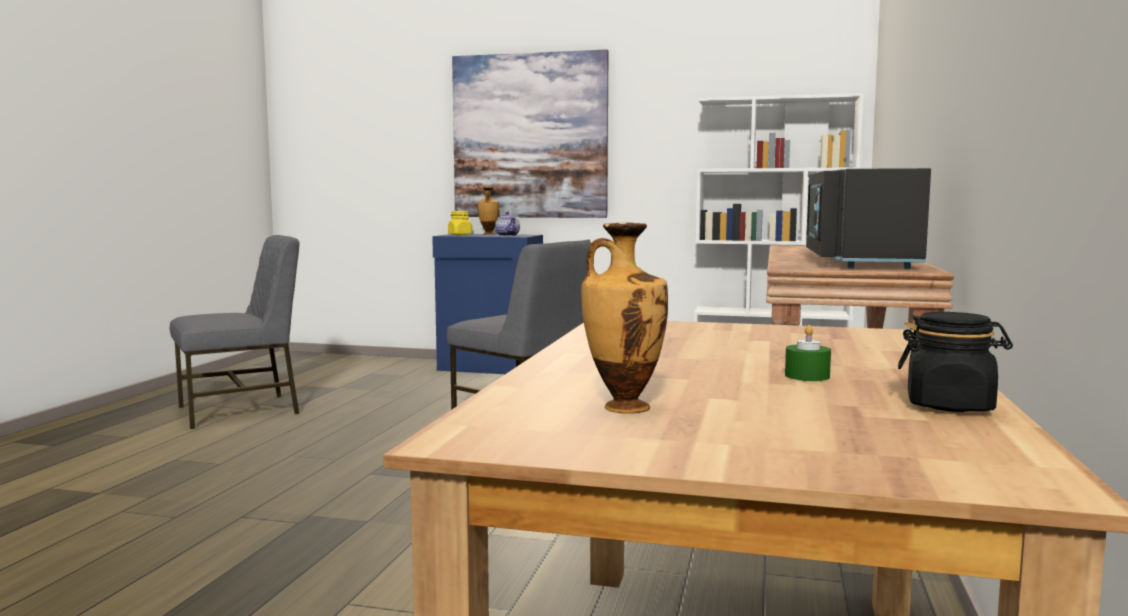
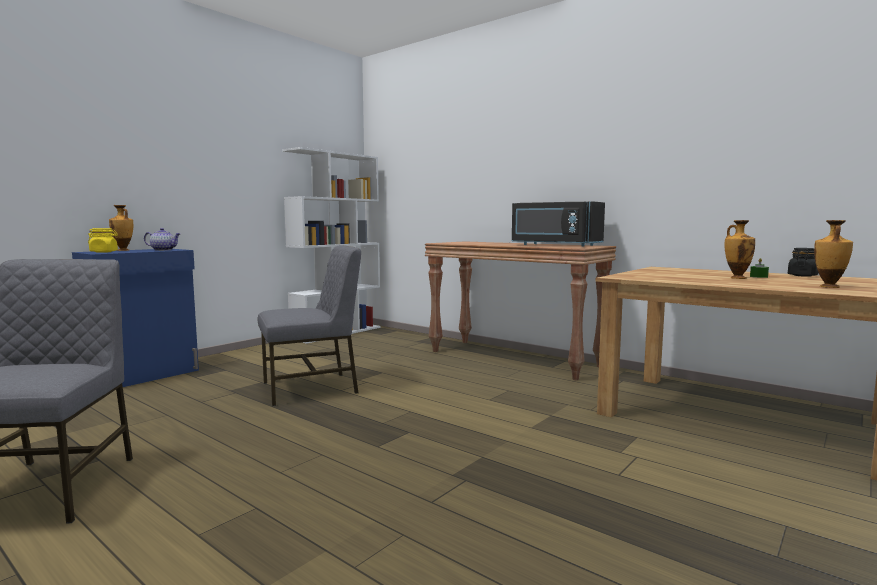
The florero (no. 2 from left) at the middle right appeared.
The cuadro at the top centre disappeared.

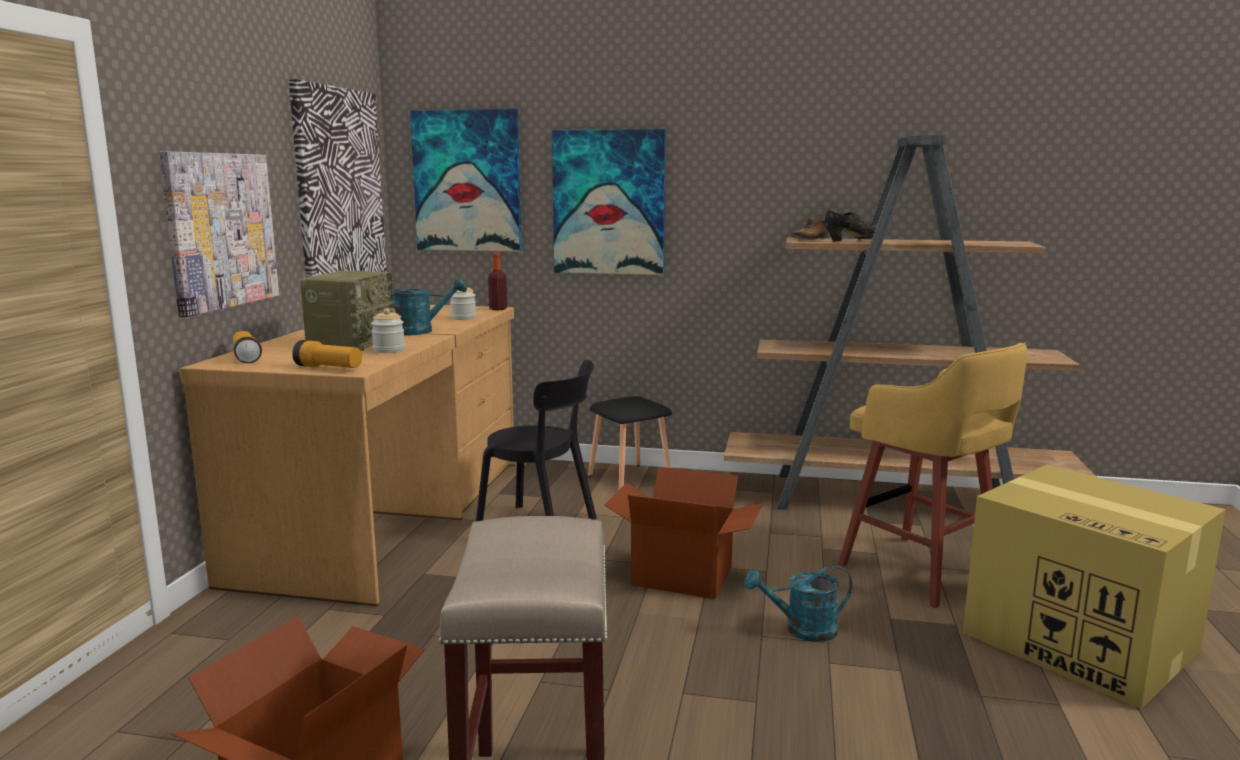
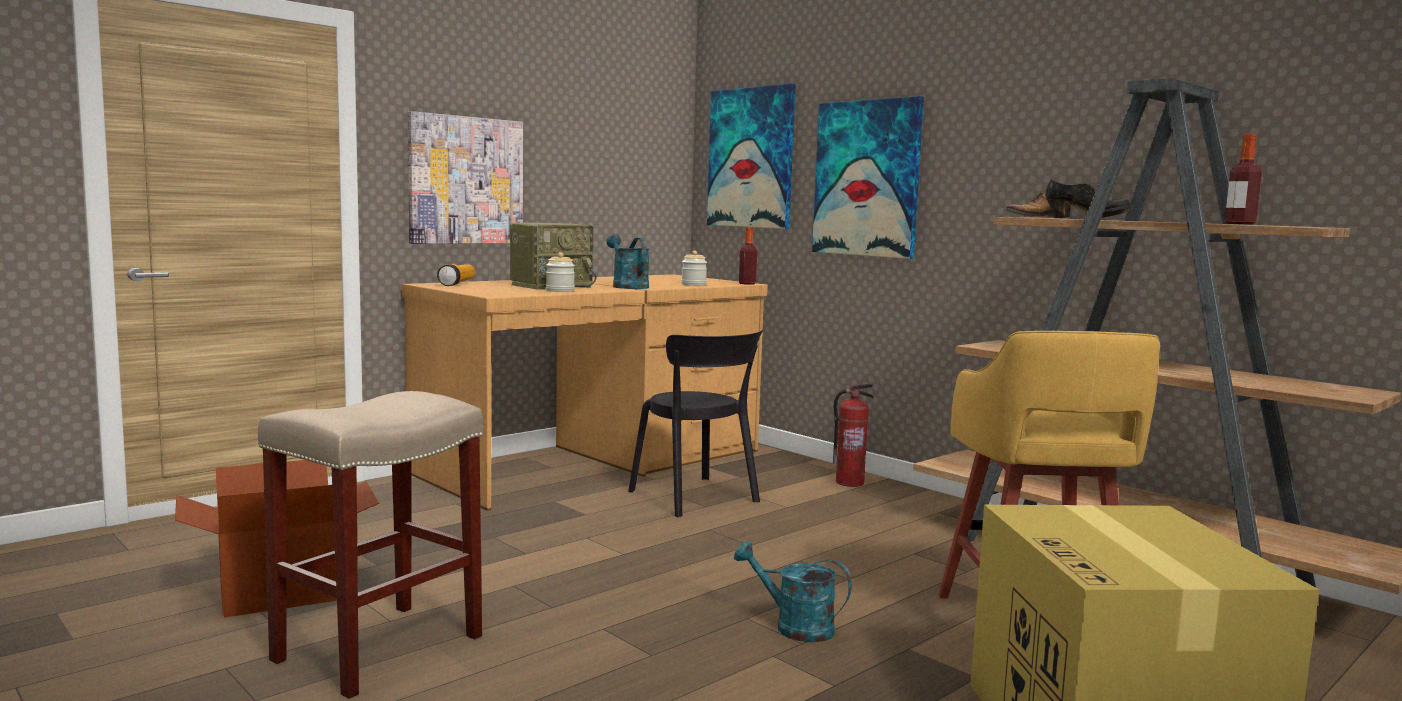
The regadera/turquesa (no. 1 from left) at the centre turned 135 degrees counterclockwise.
The taburete/negro at the centre was replaced by the extintor at the centre.
The botella (no. 2 from left) at the top right appeared.
The cuadro (no. 2 from left) at the top left disappeared.
The linterna (no. 2 from left) at the middle left disappeared.
The caja de cartón (no. 2 from left) at the bottom centre disappeared.

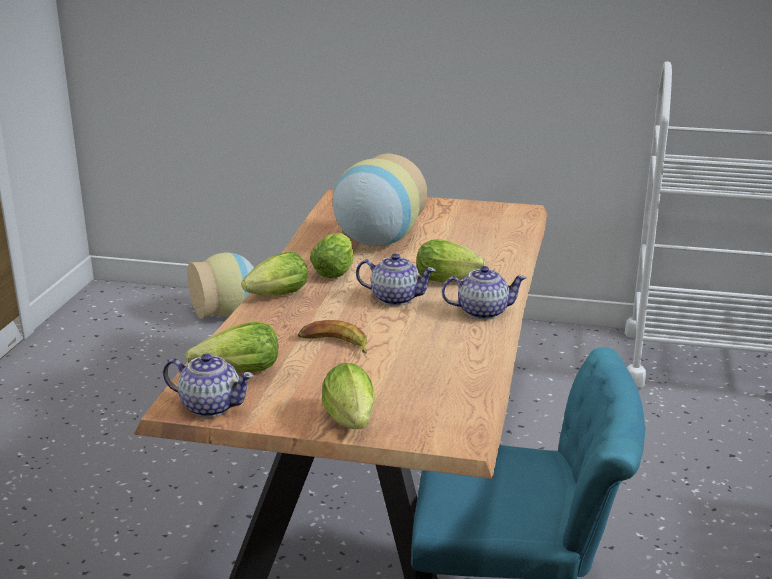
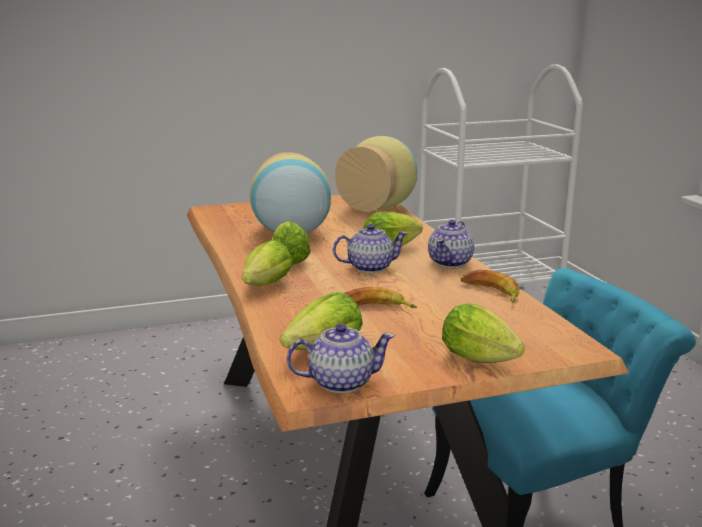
The florero (no. 1 from left in the first image) moved from the middle left to the top centre.
The tetera (no. 3 from left) at the centre turned 150 degrees clockwise.
The plátano (no. 2 from left) at the middle right appeared.

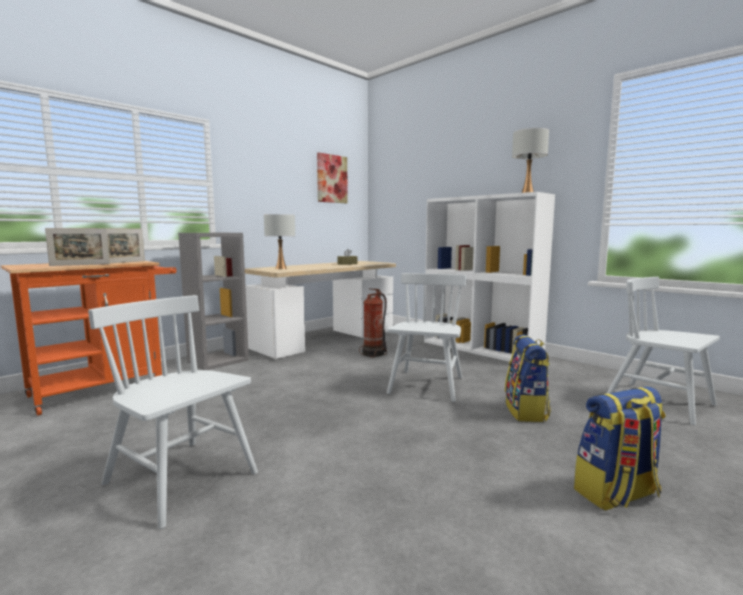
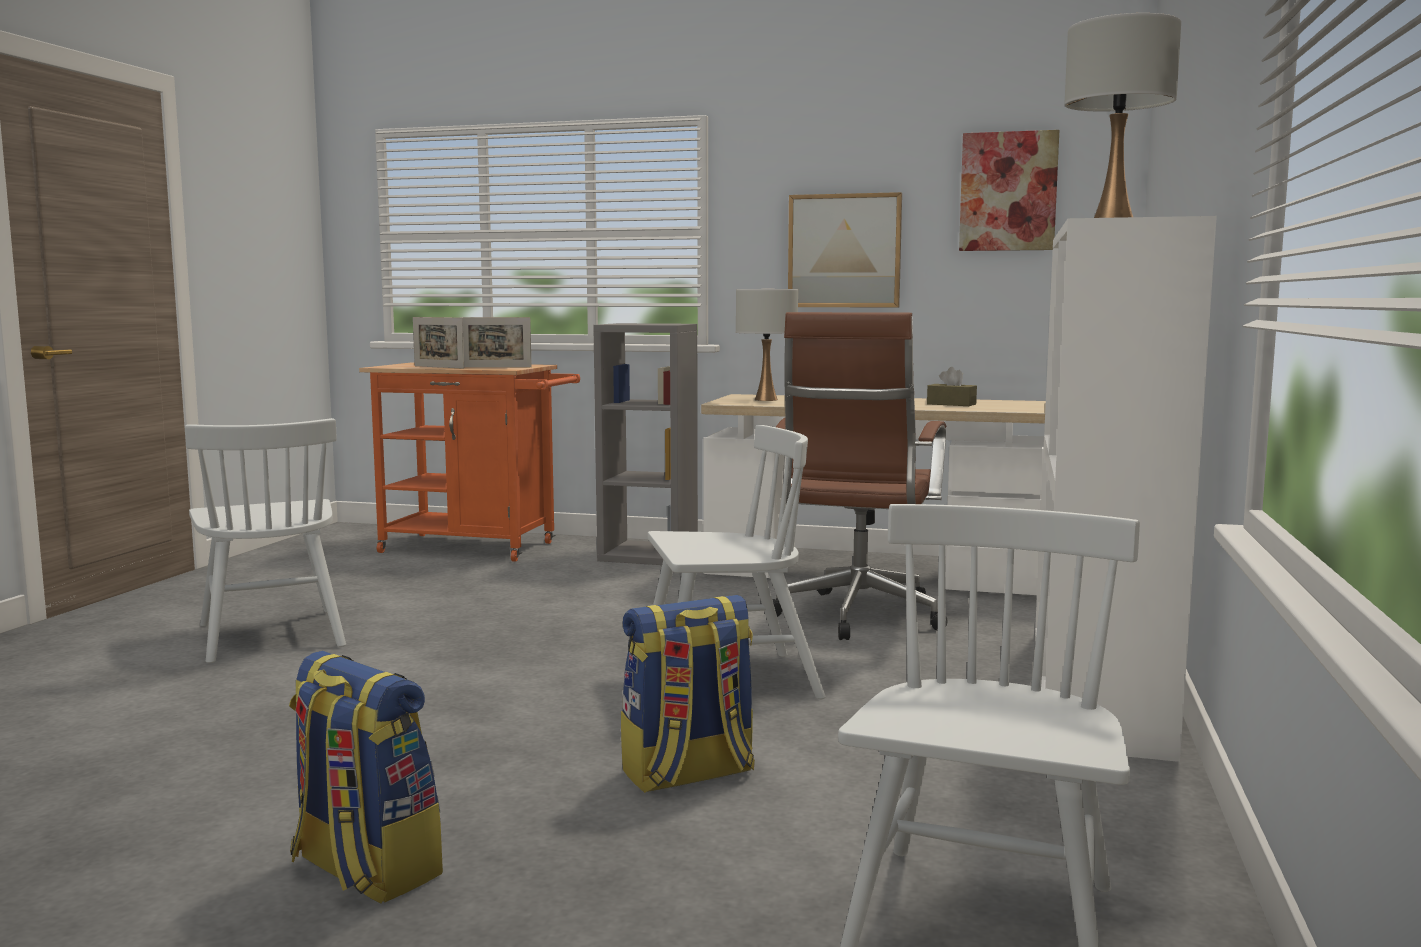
The silla/blanco (no. 1 from left) at the bottom left turned 150 degrees clockwise.
The extintor at the centre was replaced by the silla de oficina/marrón at the centre.
The cuadro (no. 1 from left) at the top centre appeared.

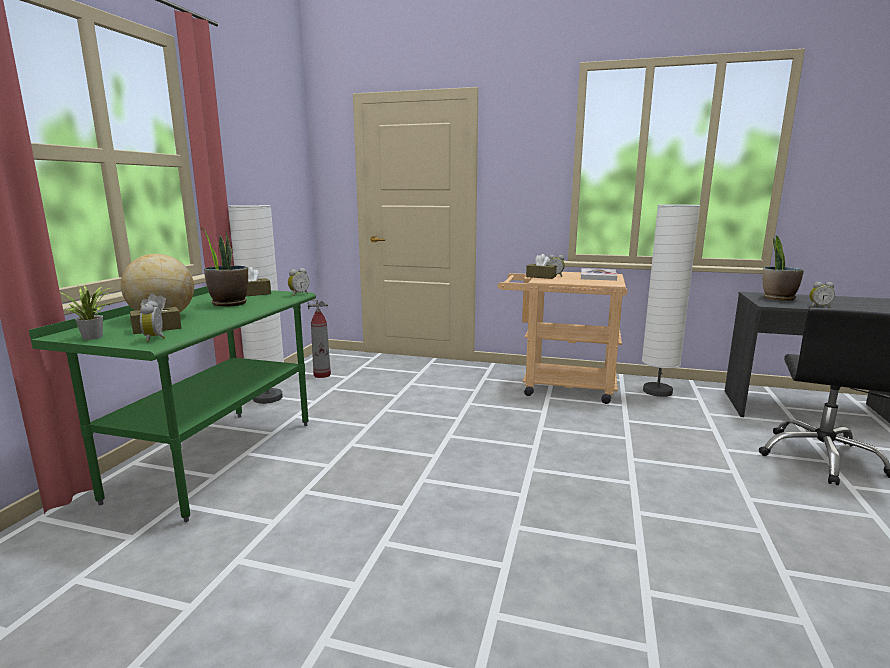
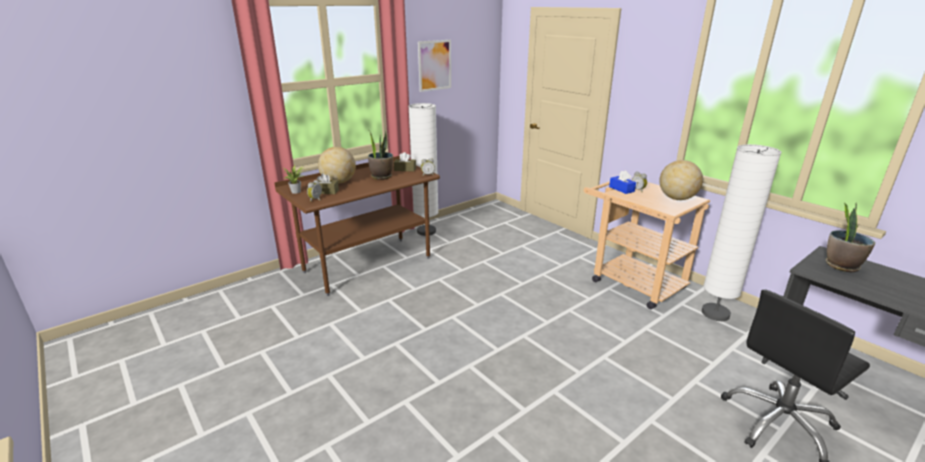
The escritorio/verde at the middle left became the escritorio/marrón at the centre.
The cuadro at the top centre appeared.
The caja de pañuelos/marrón (no. 3 from left) at the centre became the caja de pañuelos/azul at the middle right.
The libro at the middle right was replaced by the globo terráqueo (no. 2 from left) at the middle right.
The extintor at the centre disappeared.
The despertador (no. 4 from left) at the middle right disappeared.

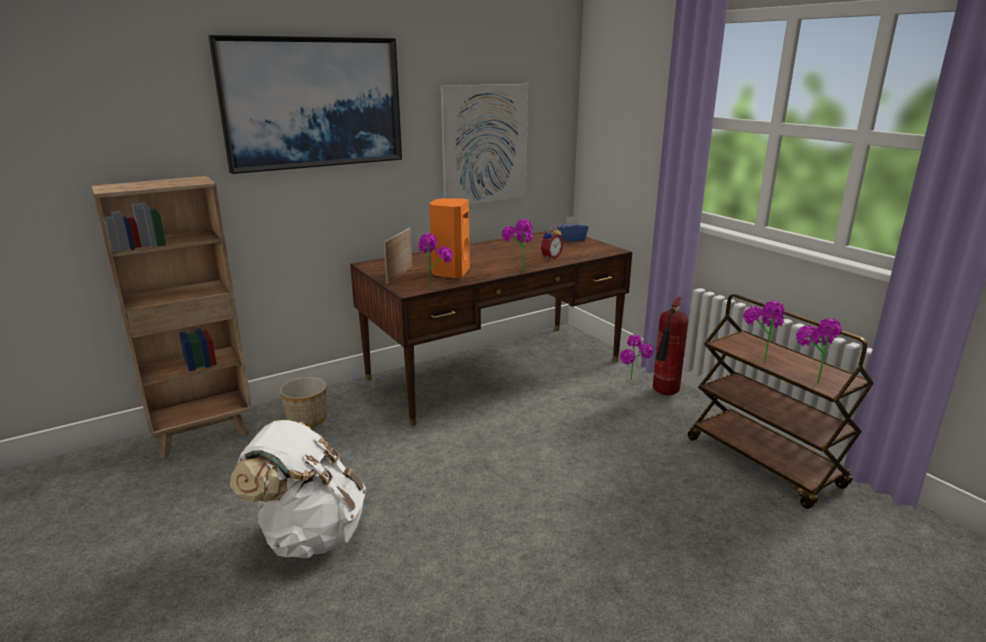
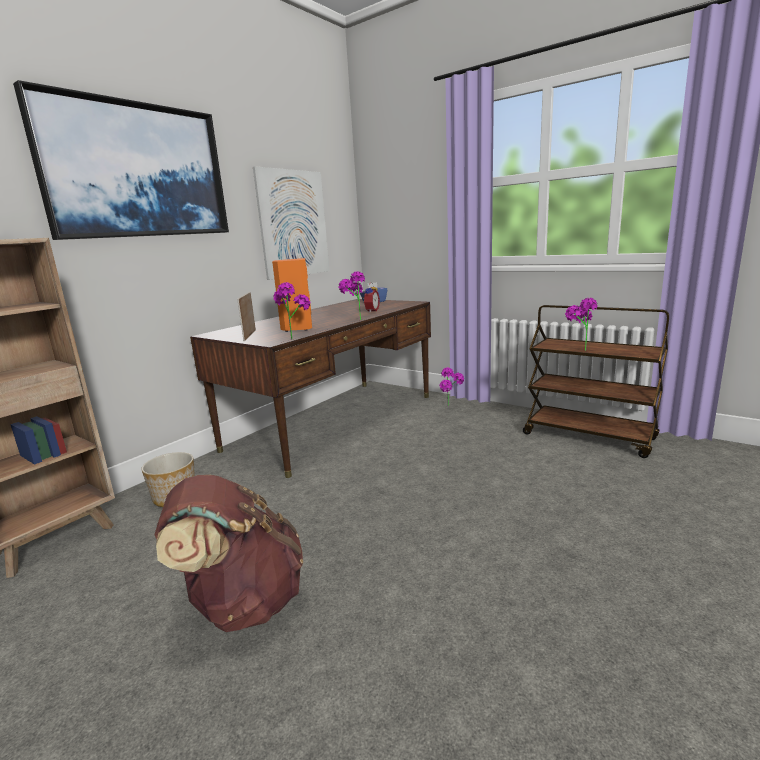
The mochila/blanco at the bottom left became the mochila/marrón at the bottom left.
The extintor at the middle right disappeared.
The planta en maceta (no. 5 from left) at the middle right disappeared.

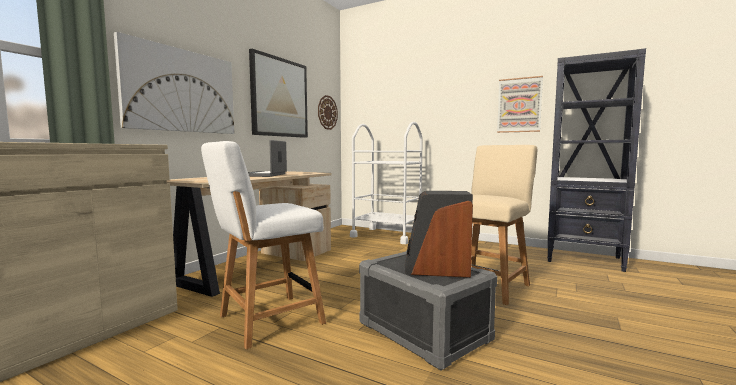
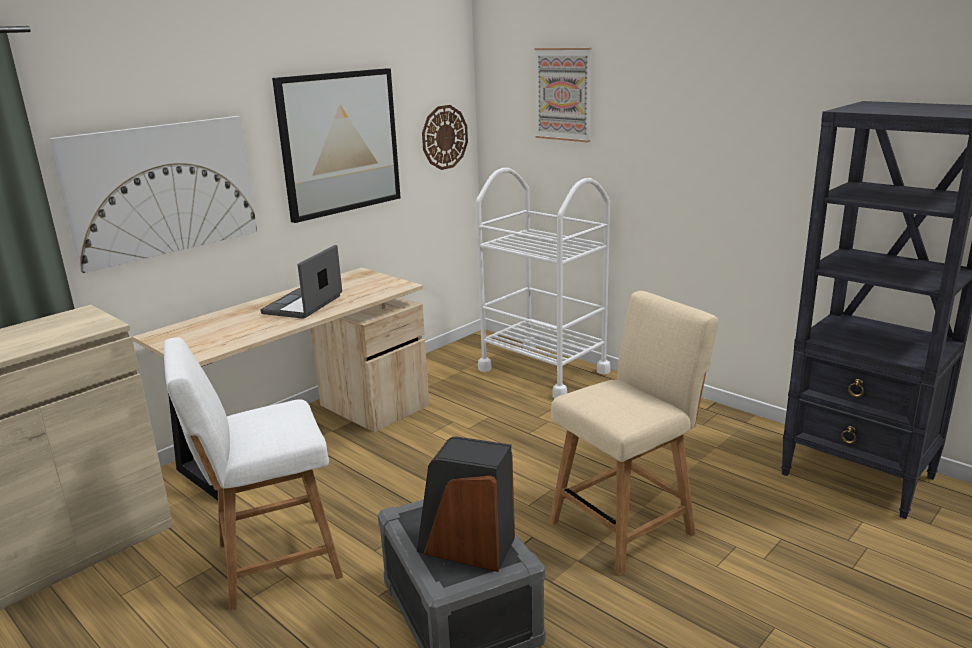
The cuadro (no. 3 from left) moved from the top right to the top centre.

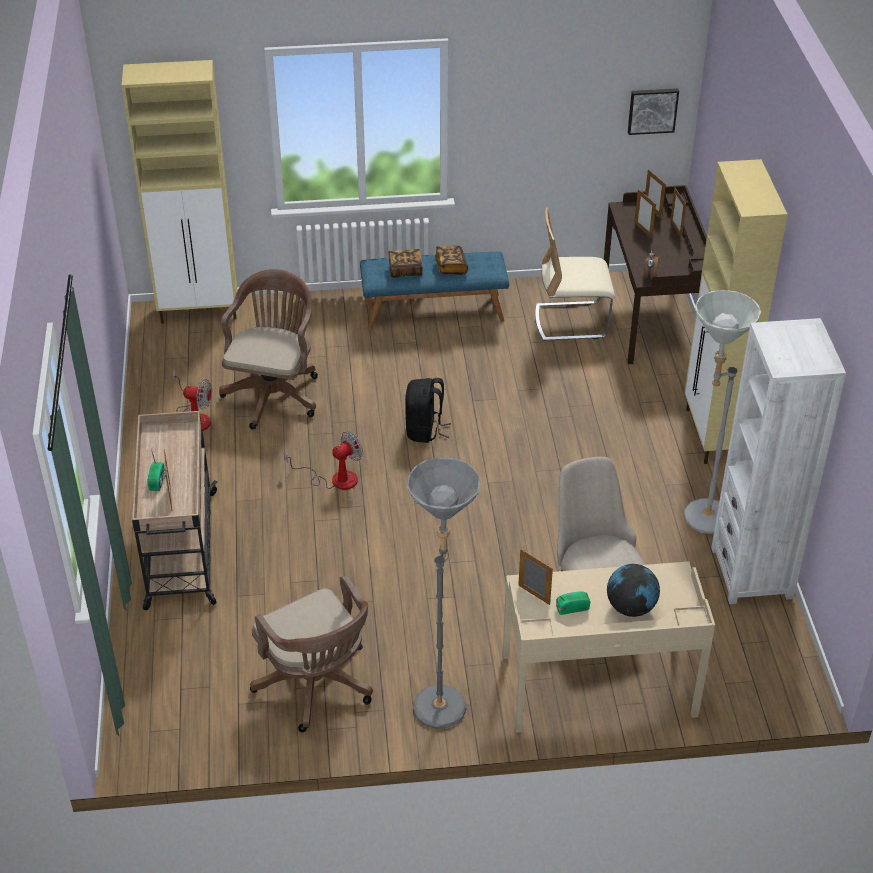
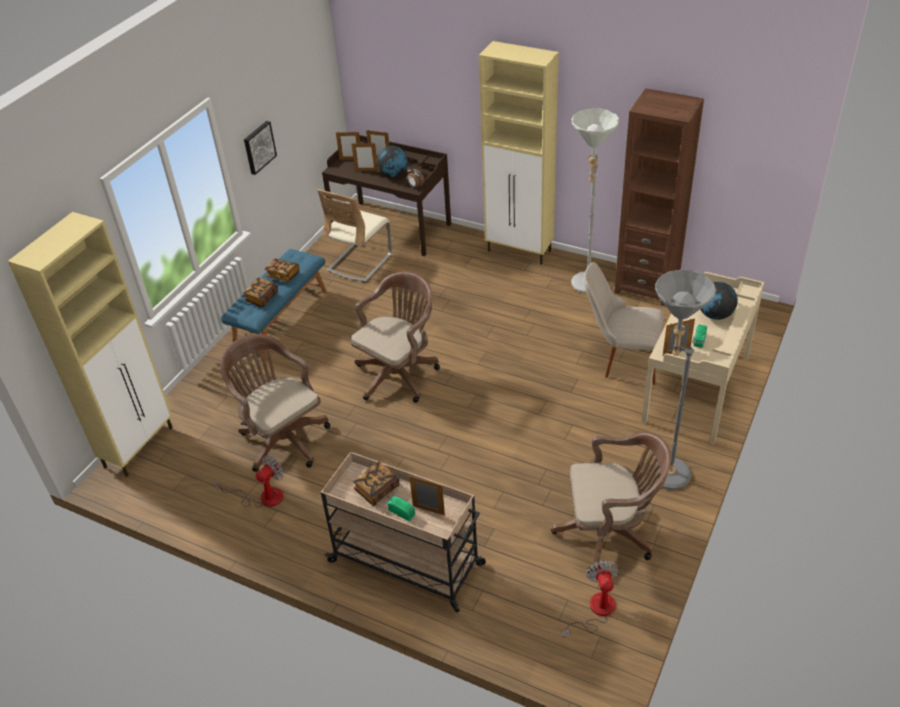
The cuadro moved from the top right to the top left.
The mochila/negro at the centre was replaced by the silla de oficina/marrón (no. 2 from left) at the centre.
The libro (no. 3 from left) at the bottom centre appeared.
The globo terráqueo (no. 1 from left) at the top centre appeared.
The ventilador (no. 2 from left) moved from the centre to the bottom centre.
The estantería/blanco at the middle right became the estantería/marrón at the top right.

